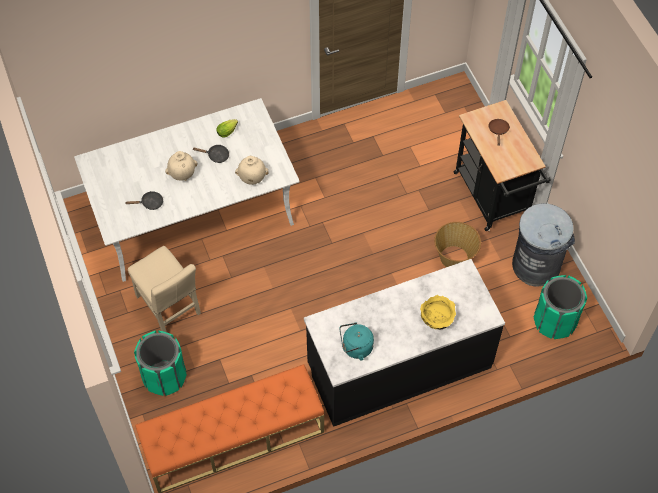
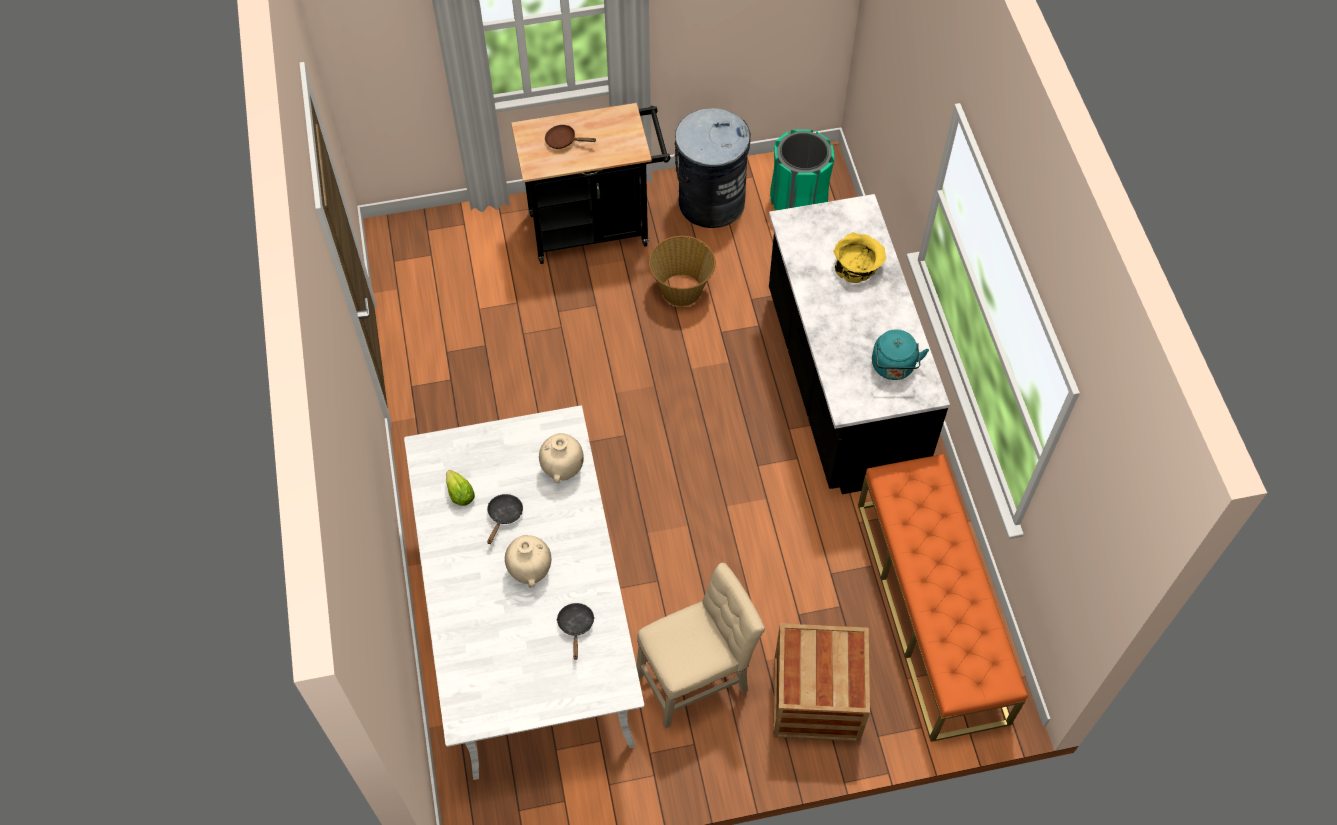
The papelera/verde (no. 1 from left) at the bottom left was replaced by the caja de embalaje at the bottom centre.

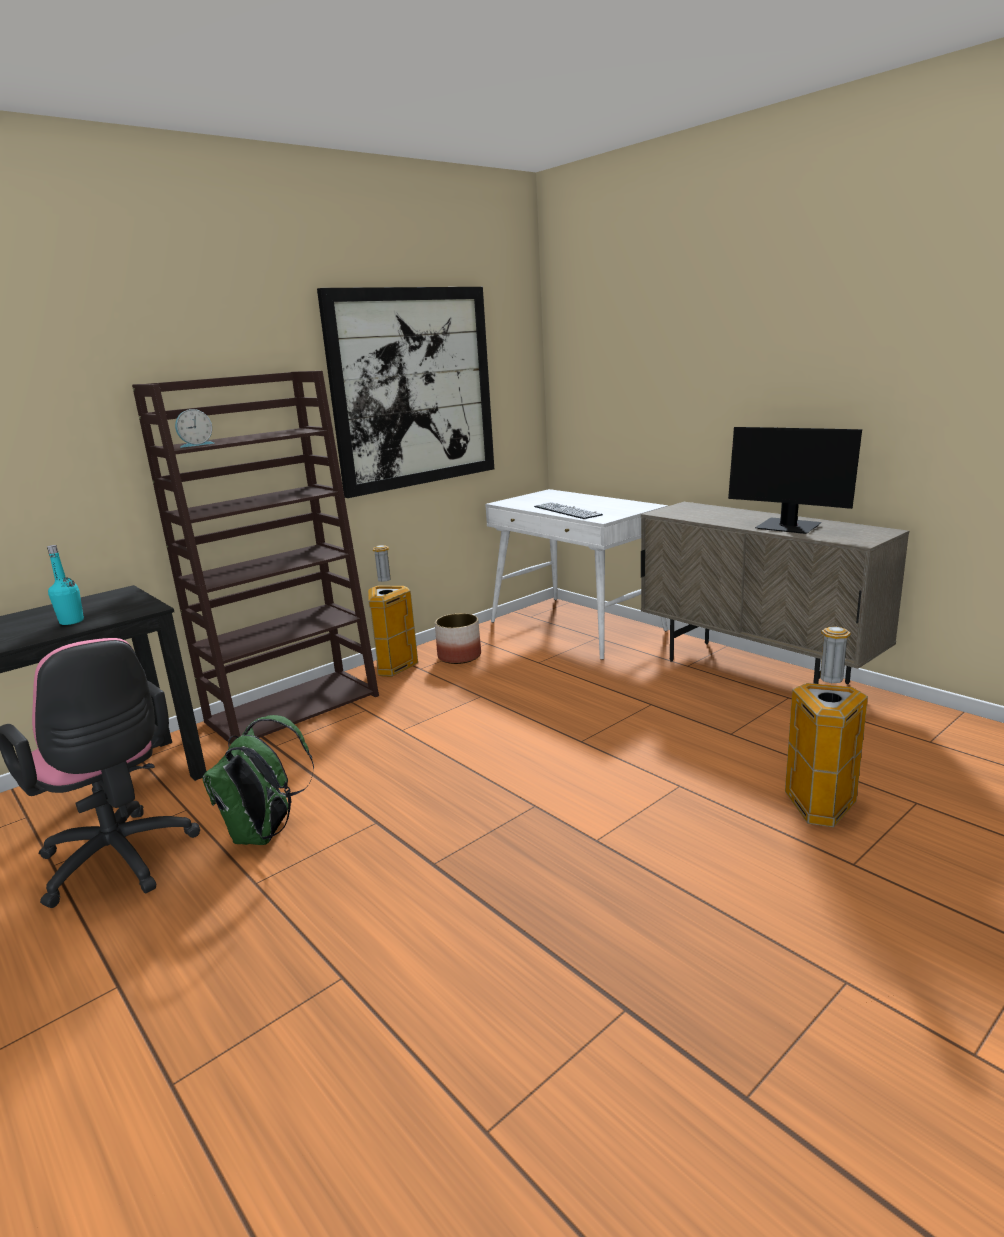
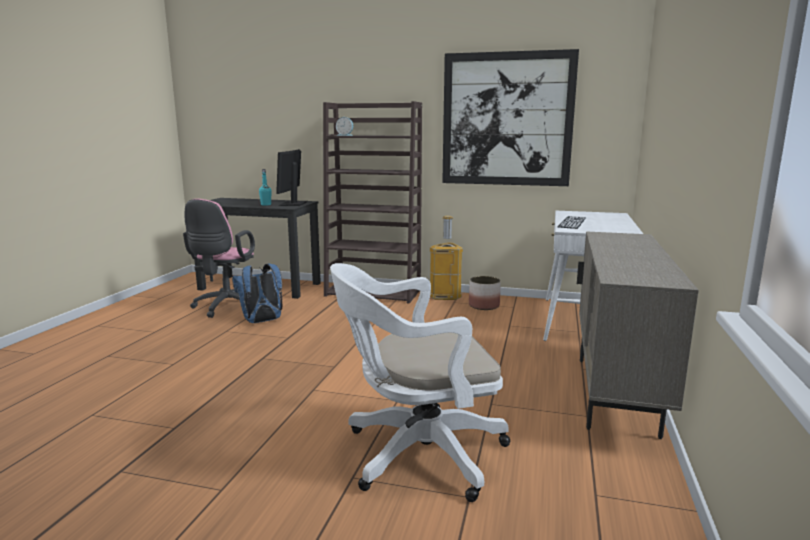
The mochila/verde at the middle left became the mochila/azul at the middle left.
The monitor moved from the middle right to the top centre.
The papelera (no. 2 from left) at the middle right was replaced by the silla de oficina/blanco at the bottom centre.

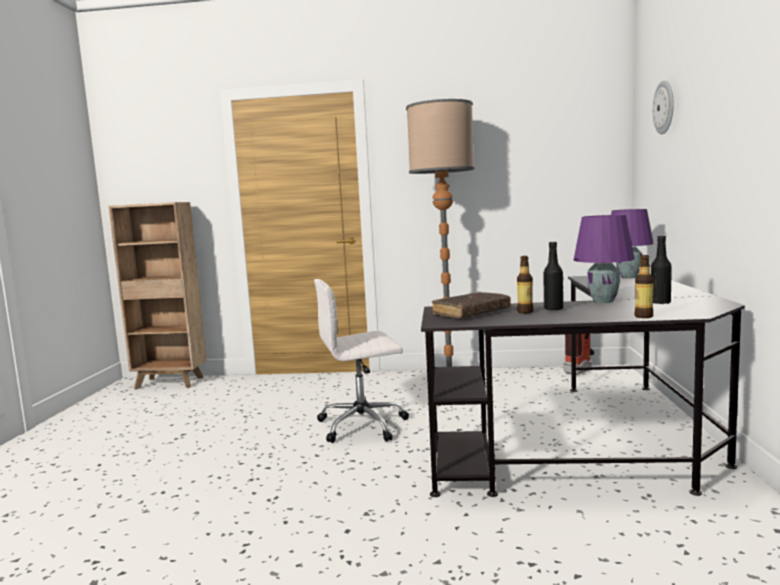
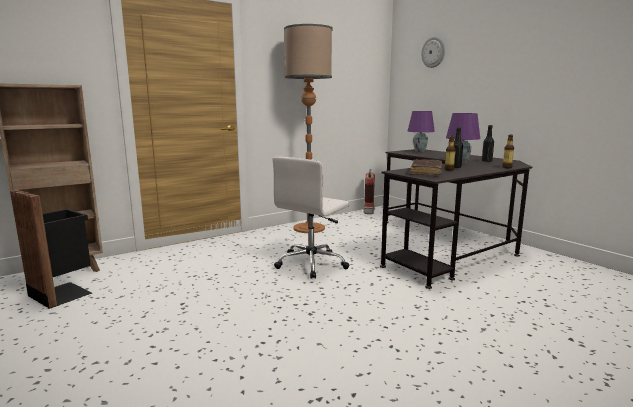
The papelera/negro at the middle left appeared.

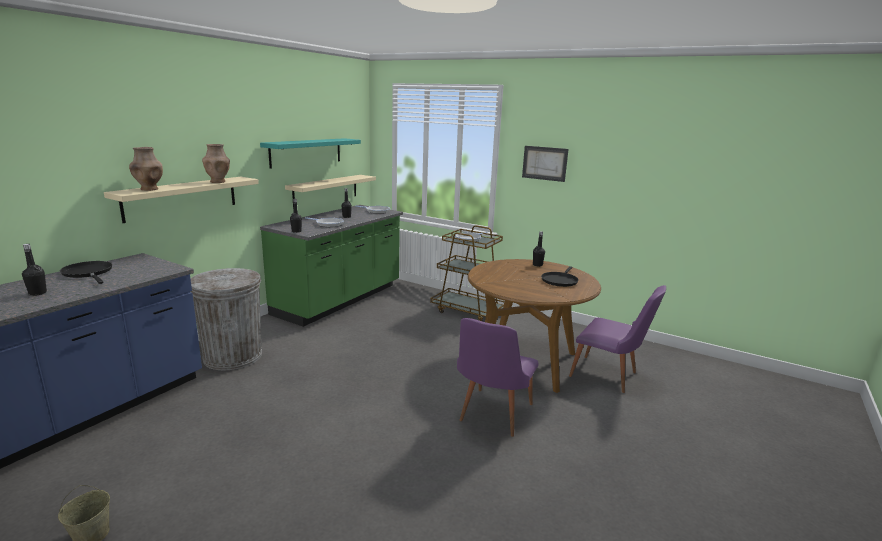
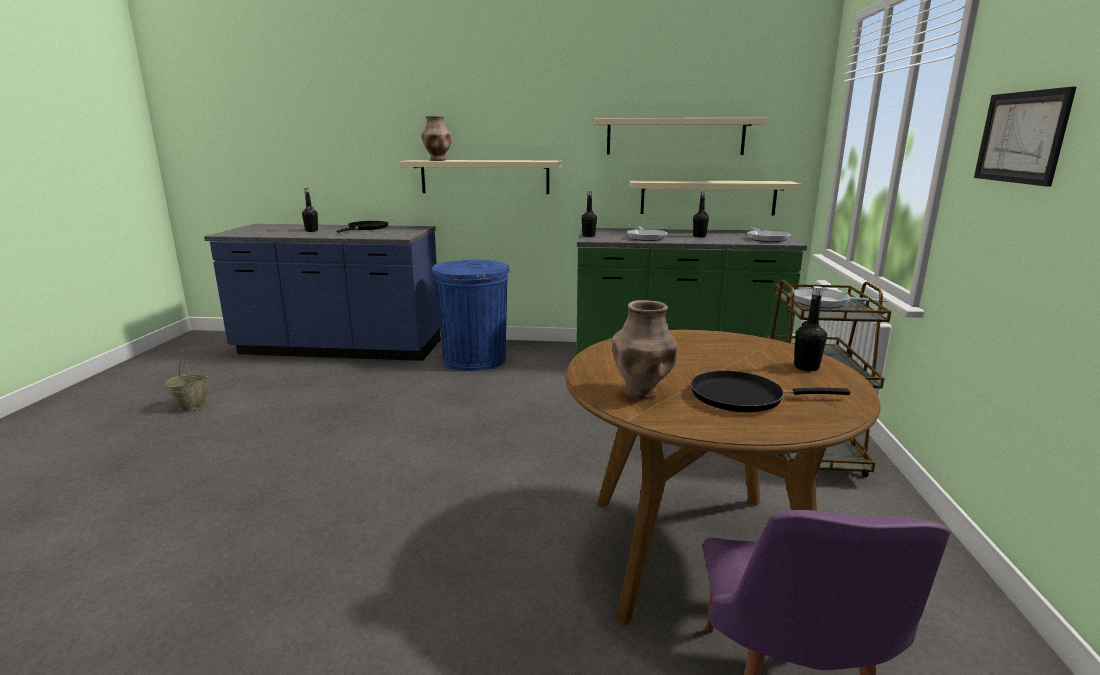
The papelera/gris at the middle left became the papelera/azul at the centre.
The estante/turquesa at the top centre became the estante/beis (no. 2 from left) at the top centre.
The florero/marrón (no. 2 from left) moved from the top left to the centre.
The silla/morado (no. 1 from left) at the bottom centre disappeared.

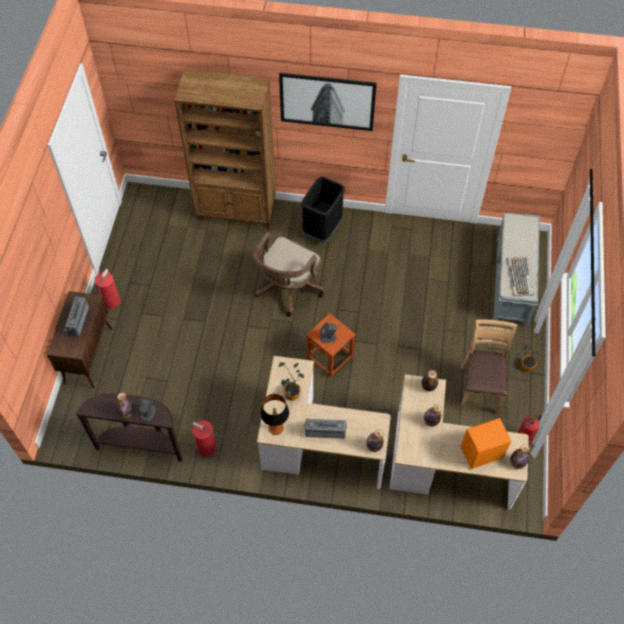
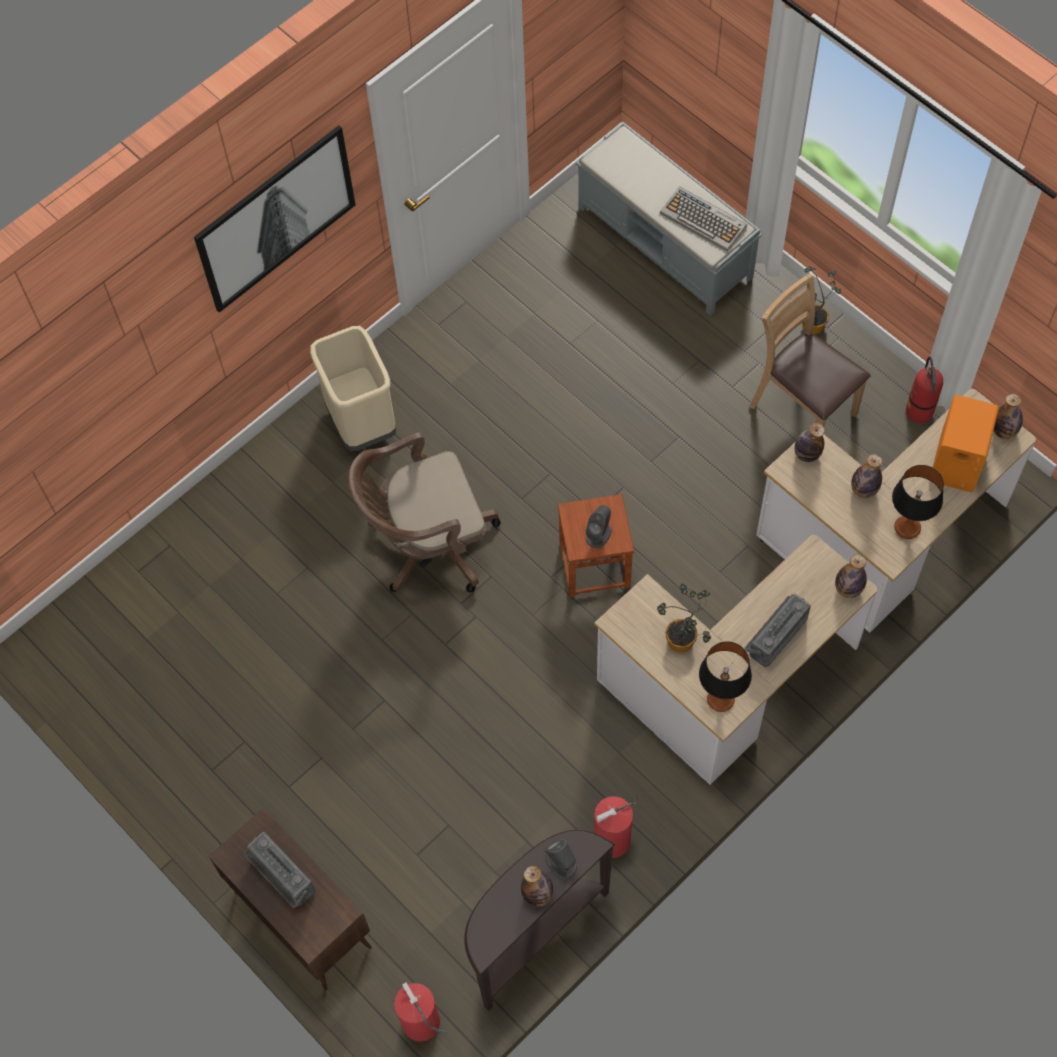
The papelera/negro at the centre became the papelera/beis at the centre.
The silla de oficina/marrón at the centre turned 90 degrees clockwise.
The extintor (no. 1 from left) moved from the middle left to the bottom centre.
The lámpara de mesa (no. 2 from left) at the middle right appeared.
The estantería/marrón at the top centre disappeared.

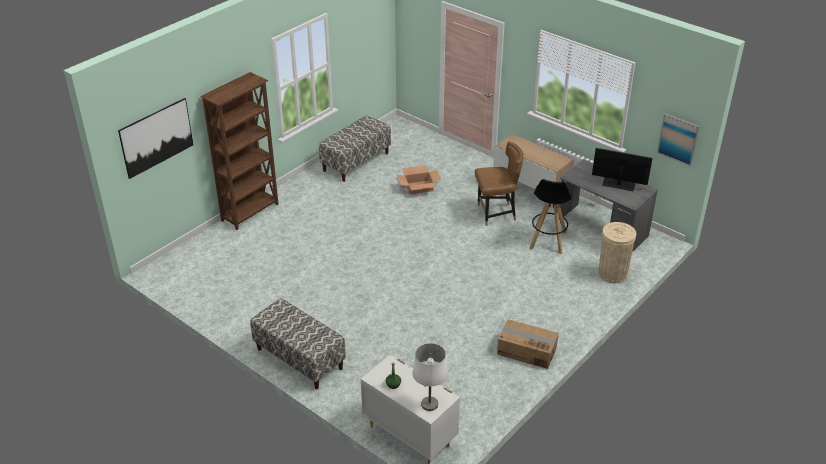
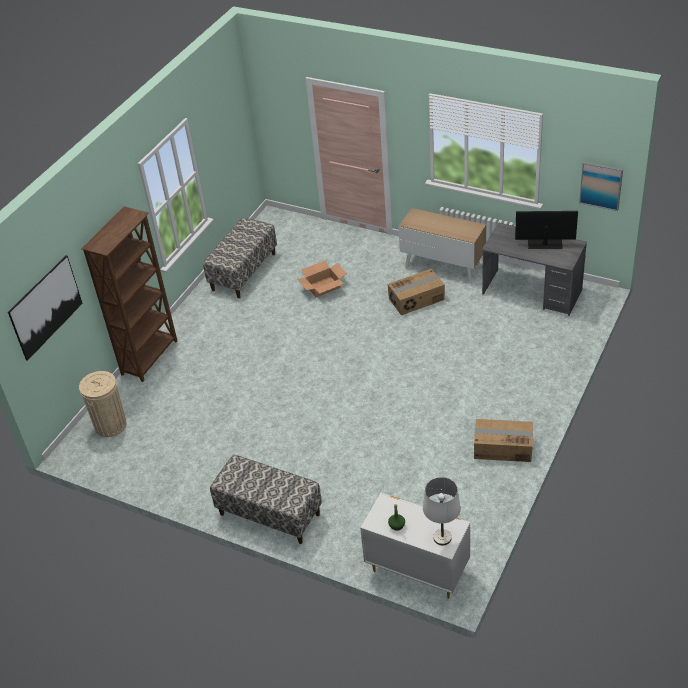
The papelera/beis moved from the middle right to the middle left.
The silla/marrón at the centre was replaced by the caja de cartón (no. 2 from left) at the centre.
The taburete/negro at the middle right disappeared.

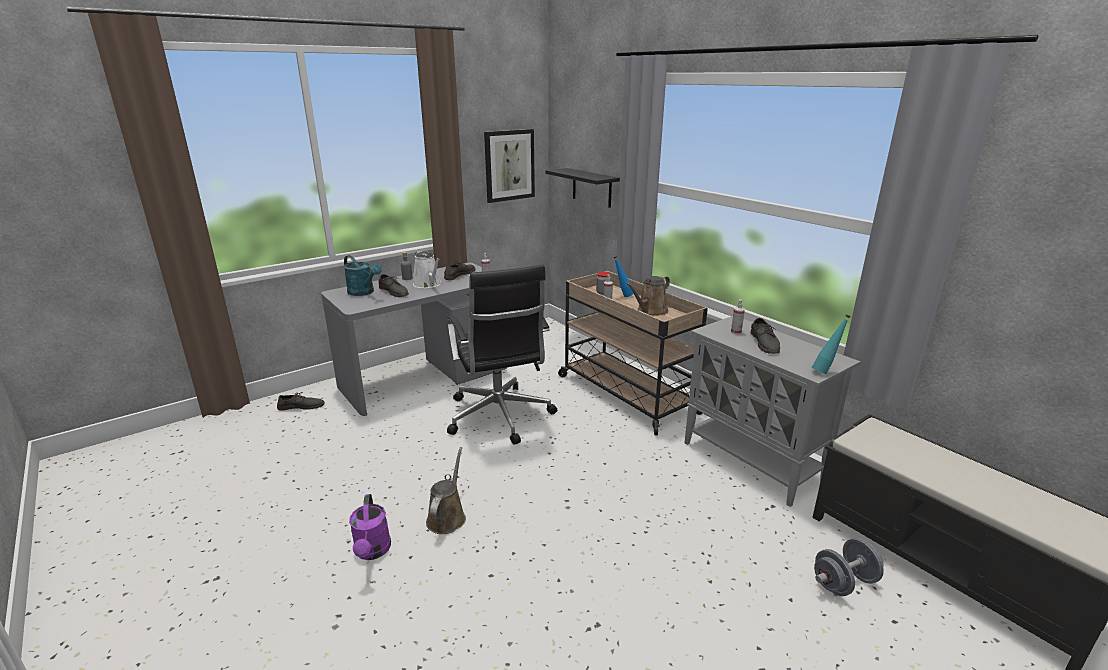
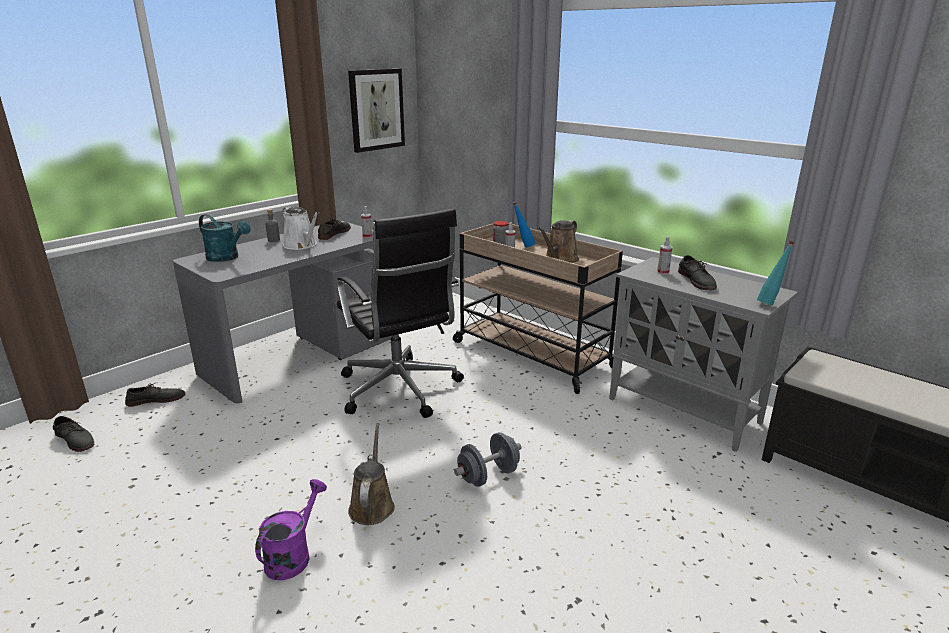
The zapato/gris (no. 2 from left in the first image) moved from the centre to the bottom left.
The regadera/morado at the bottom centre turned 135 degrees counterclockwise.
The mancuerna/gris moved from the bottom right to the bottom centre.
The estante/negro at the top centre disappeared.

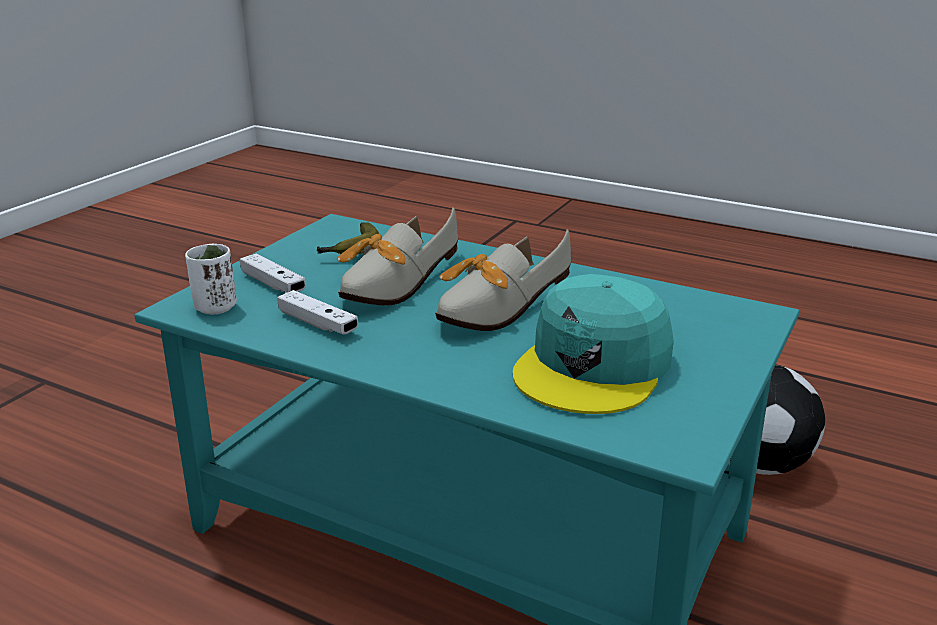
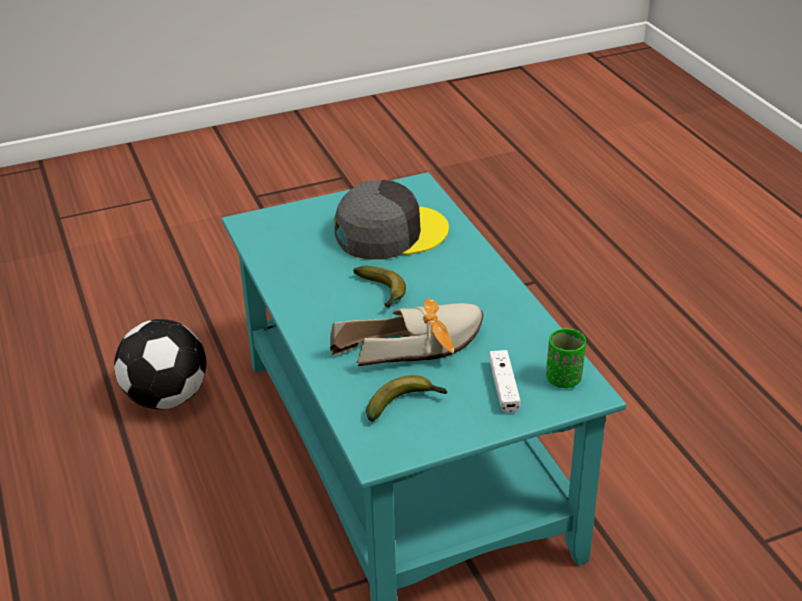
The gorra/turquesa at the centre became the gorra/gris at the centre.
The zapato (no. 2 from left) at the centre was replaced by the plátano (no. 1 from left) at the centre.
The taza/blanco at the middle left became the taza/verde at the middle right.
The mando de consola/blanco (no. 2 from left) at the centre disappeared.

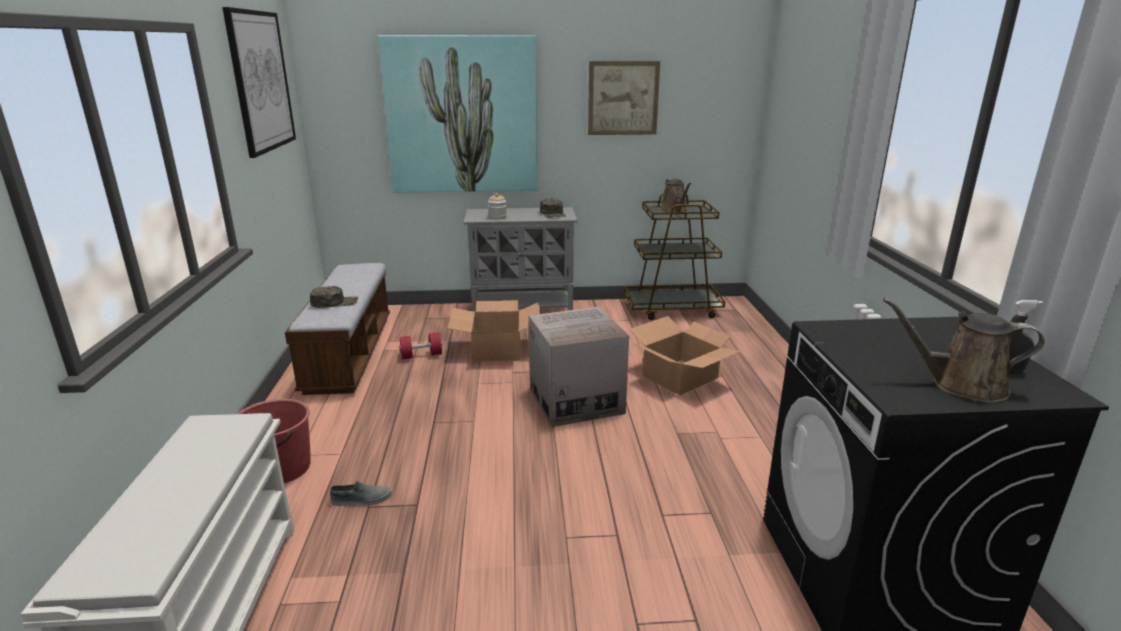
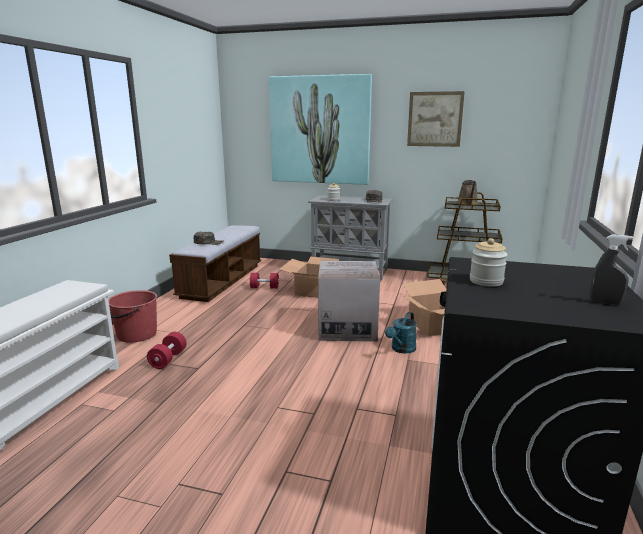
The zapato/gris at the bottom left was replaced by the mancuerna/rojo (no. 1 from left) at the middle left.
The regadera/turquesa at the centre appeared.
The tarro (no. 2 from left) at the middle right appeared.
The cuadro (no. 1 from left) at the top left disappeared.
The regadera/marrón (no. 2 from left) at the middle right disappeared.

